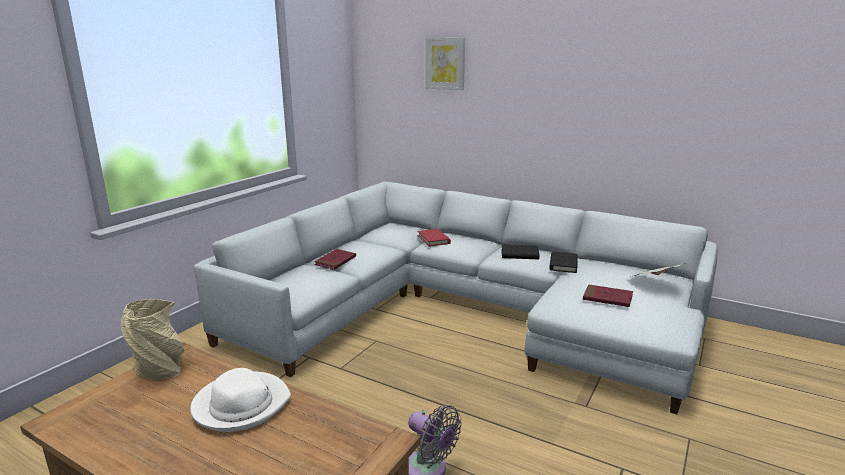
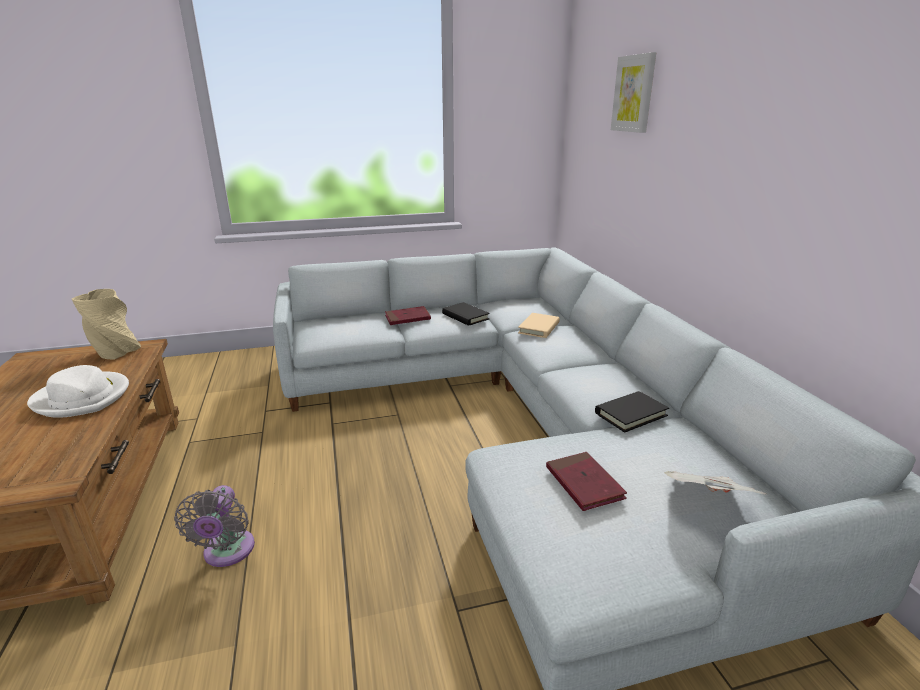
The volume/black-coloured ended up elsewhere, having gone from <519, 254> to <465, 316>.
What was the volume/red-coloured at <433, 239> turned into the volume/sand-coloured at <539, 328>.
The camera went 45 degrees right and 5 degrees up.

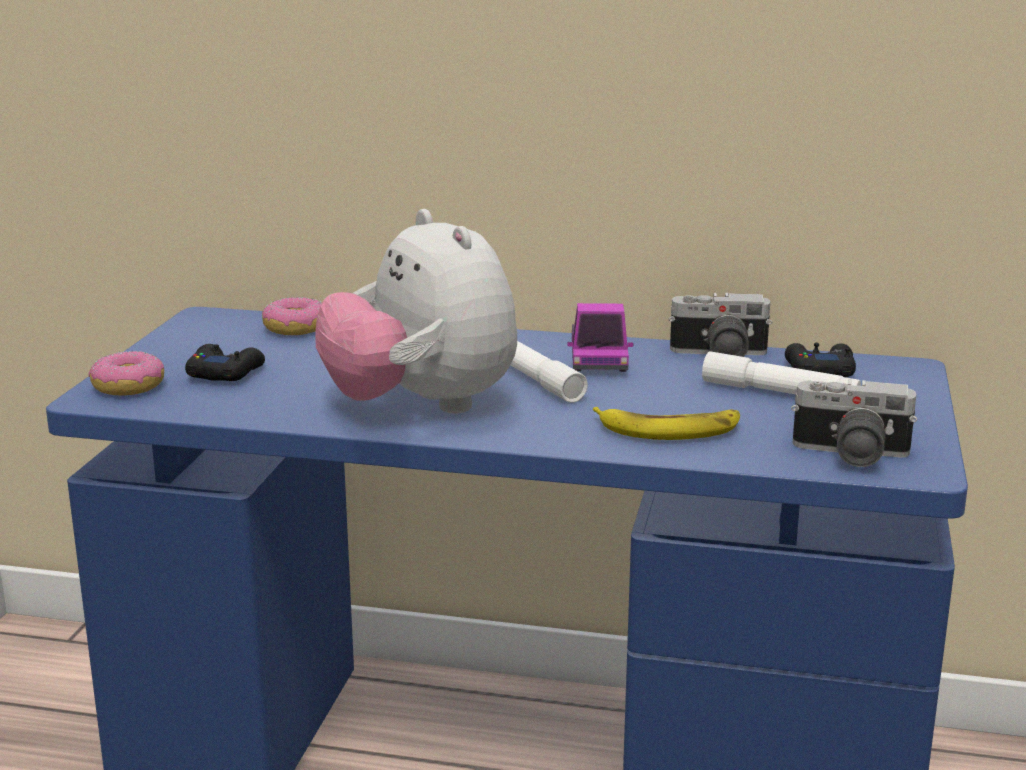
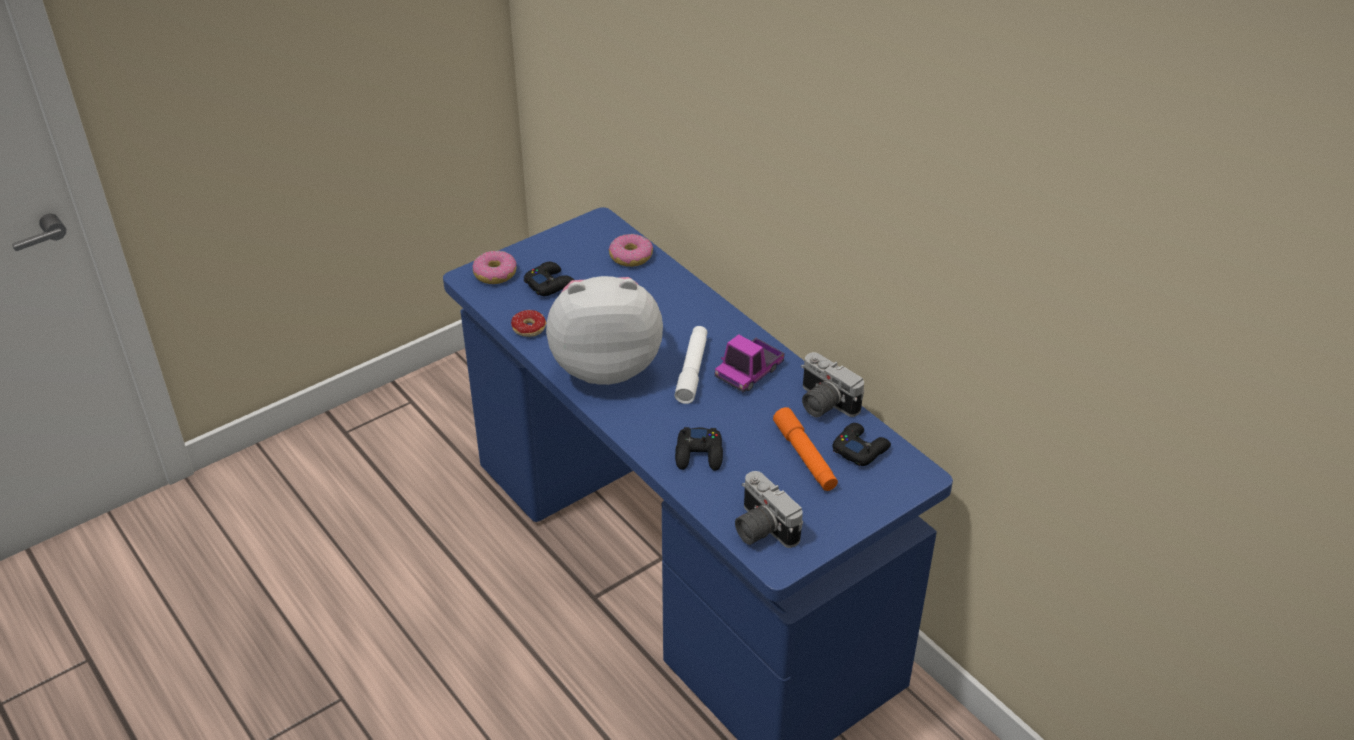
The second view gained the doughnut at <525, 332>.
Where the banana fruit stood at <669, 430>, the joypad/black-coloured came to stand at <699, 454>.
What was the flashlight/white at <779, 393> turned into the flashlight/orange at <805, 456>.
The cuddly toy at <421, 406> ended up facing another way, 75 degrees clockwise from before.
The camera went 40 degrees right and 20 degrees up.

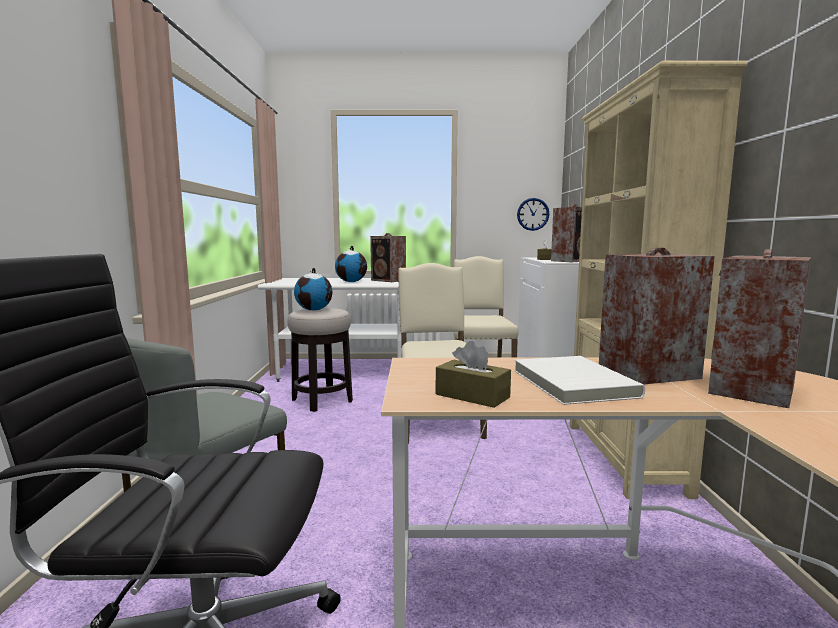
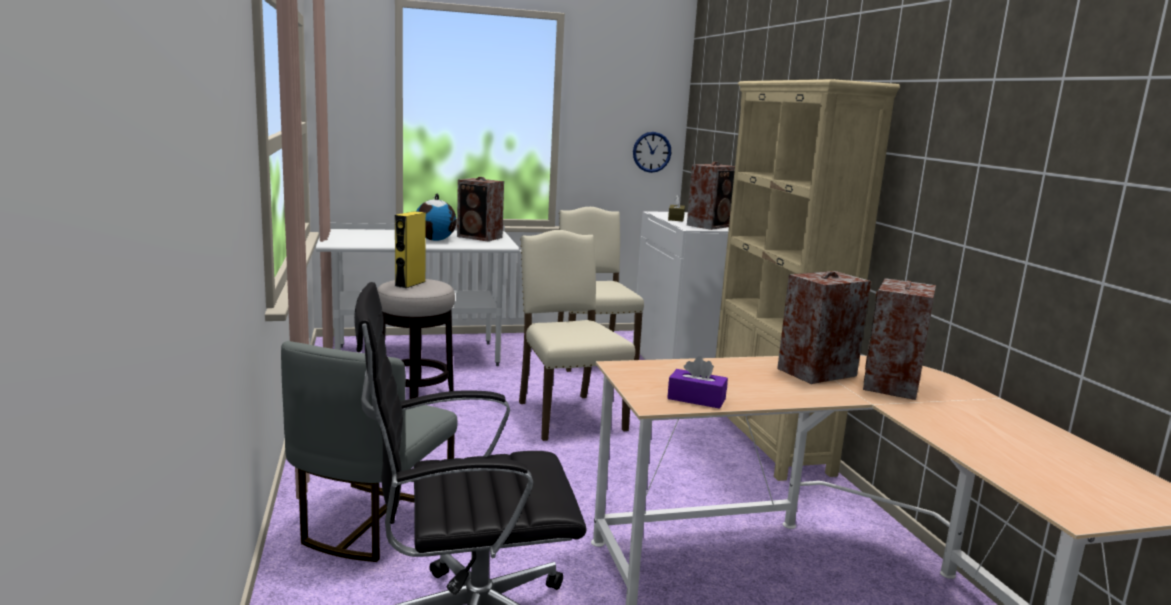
The second view lost the volume/white at <571, 383>.
Where the desk globe stood at <314, 310>, the loudspeaker/yellow-coloured came to stand at <410, 284>.
What was the tissue box/brown-coloured at <472, 396> turned into the tissue box/purple at <696, 399>.
The camera went 15 degrees left and 5 degrees up.

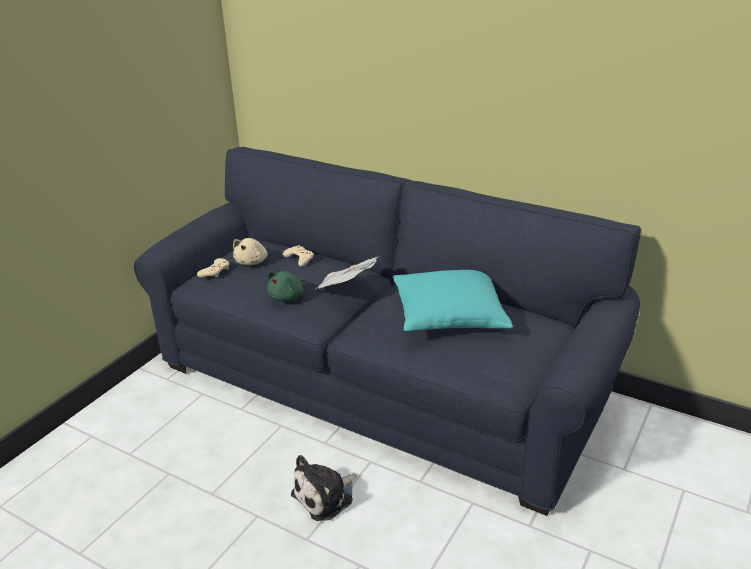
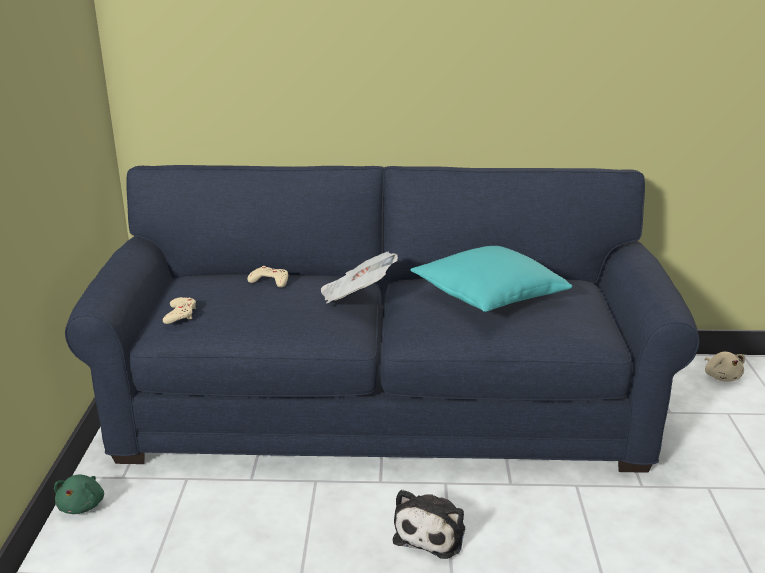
The cuddly toy/sand-coloured ended up elsewhere, having gone from <252, 262> to <721, 377>.
The cuddly toy/greenish ended up elsewhere, having gone from <287, 297> to <83, 505>.
The camera went 30 degrees left and 5 degrees down.

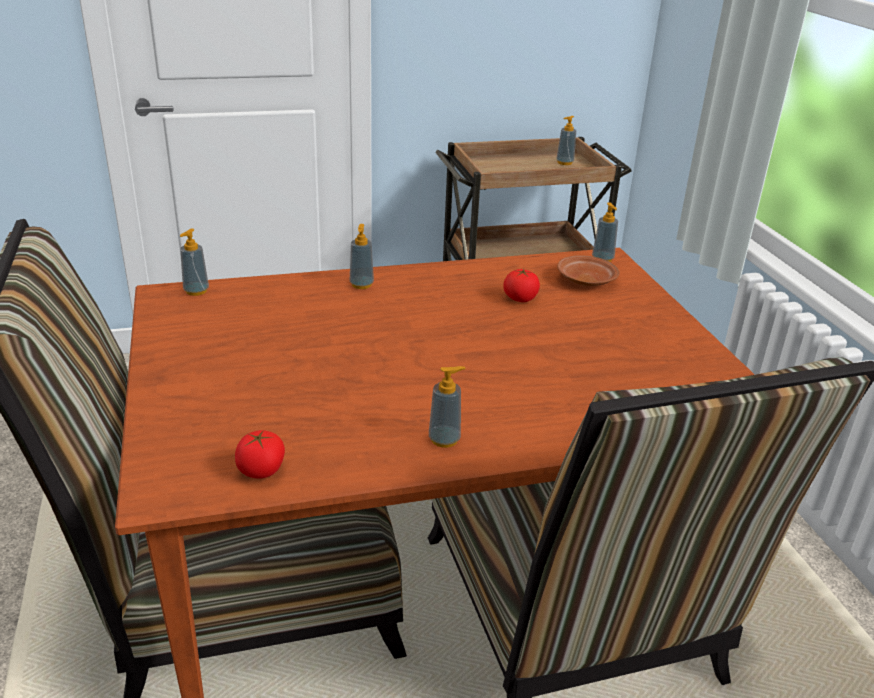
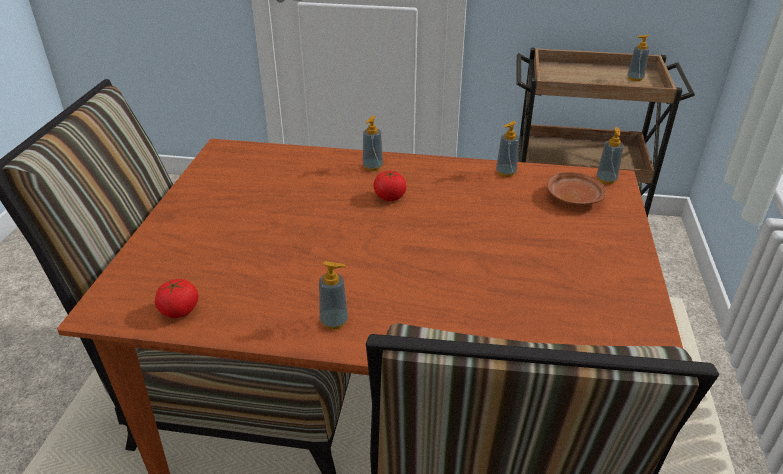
The liquid soap bottle ended up elsewhere, having gone from <196, 291> to <505, 172>.
The whole tomato ended up elsewhere, having gone from <520, 299> to <389, 197>.
The camera went 25 degrees right and 5 degrees up.

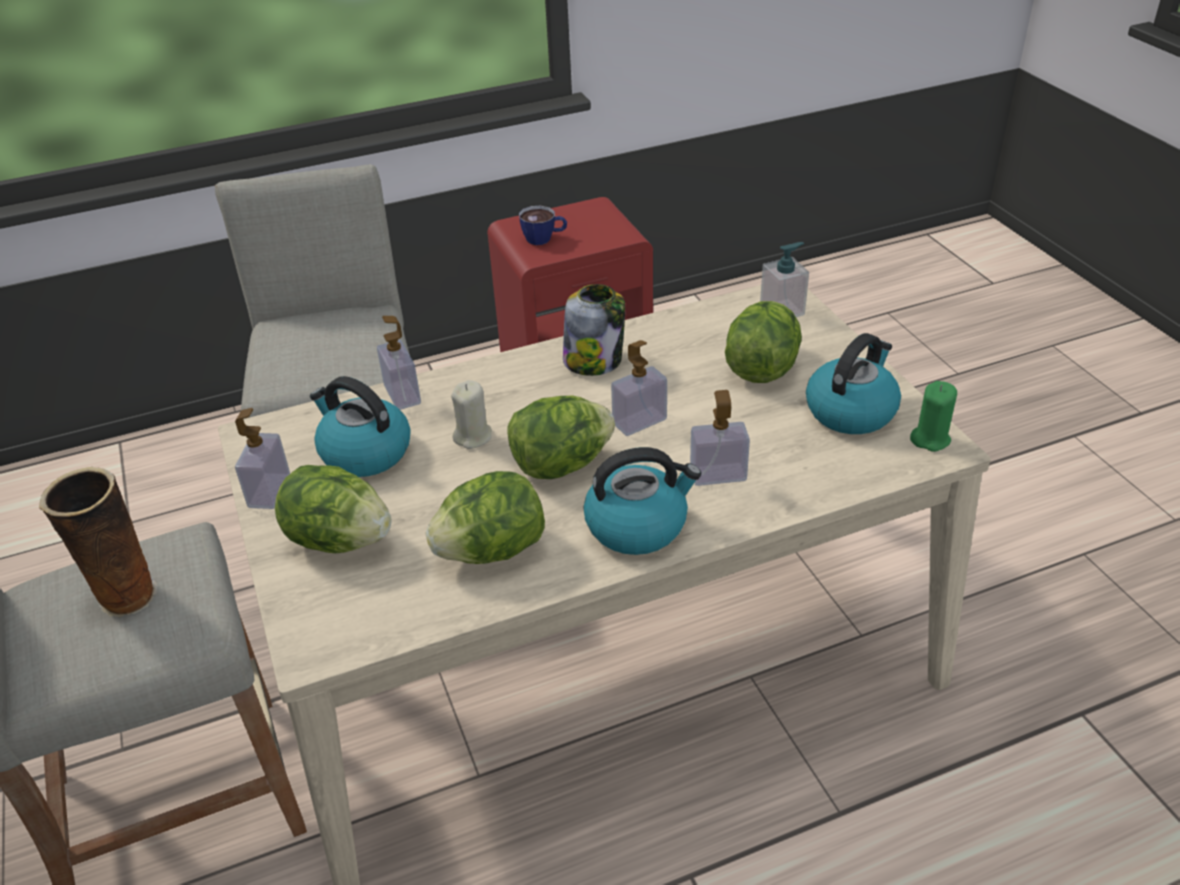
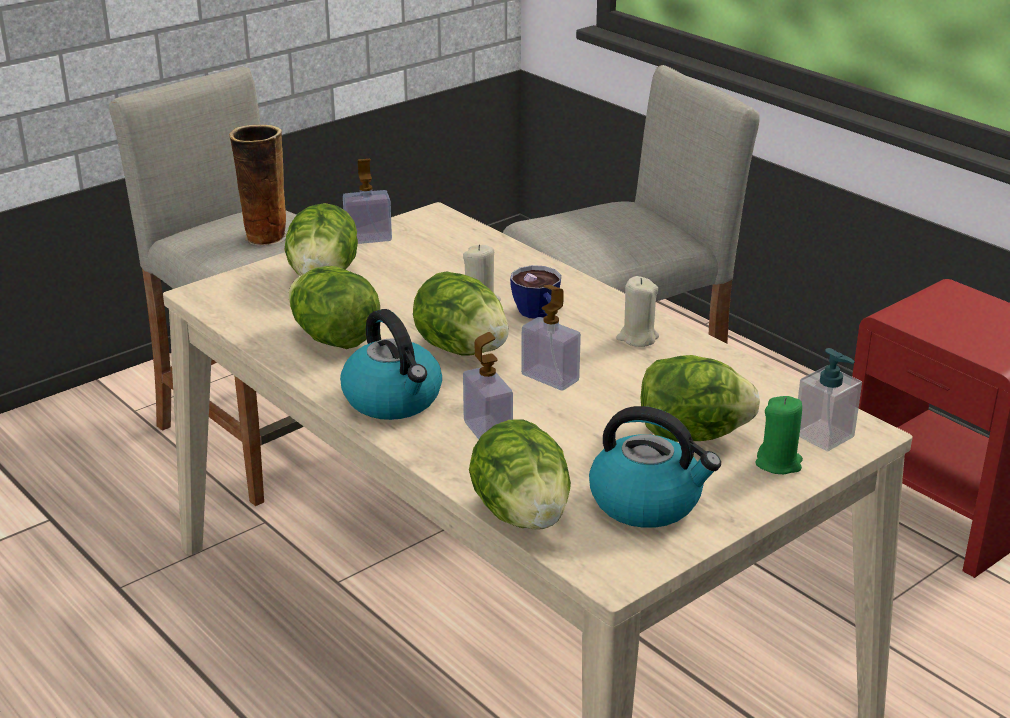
The second view lost the water kettle at <364, 452>.
The second view lost the liquid soap bottle at <402, 395>.
The second view gained the lettuce at <522, 515>.
The small cup ended up elsewhere, having gone from <544, 239> to <538, 315>.
The wax candle/greenish ended up elsewhere, having gone from <930, 439> to <779, 463>.
Where the jar stood at <594, 360>, the wax candle/sand-coloured came to stand at <637, 338>.
The camera went 70 degrees right and 10 degrees down.

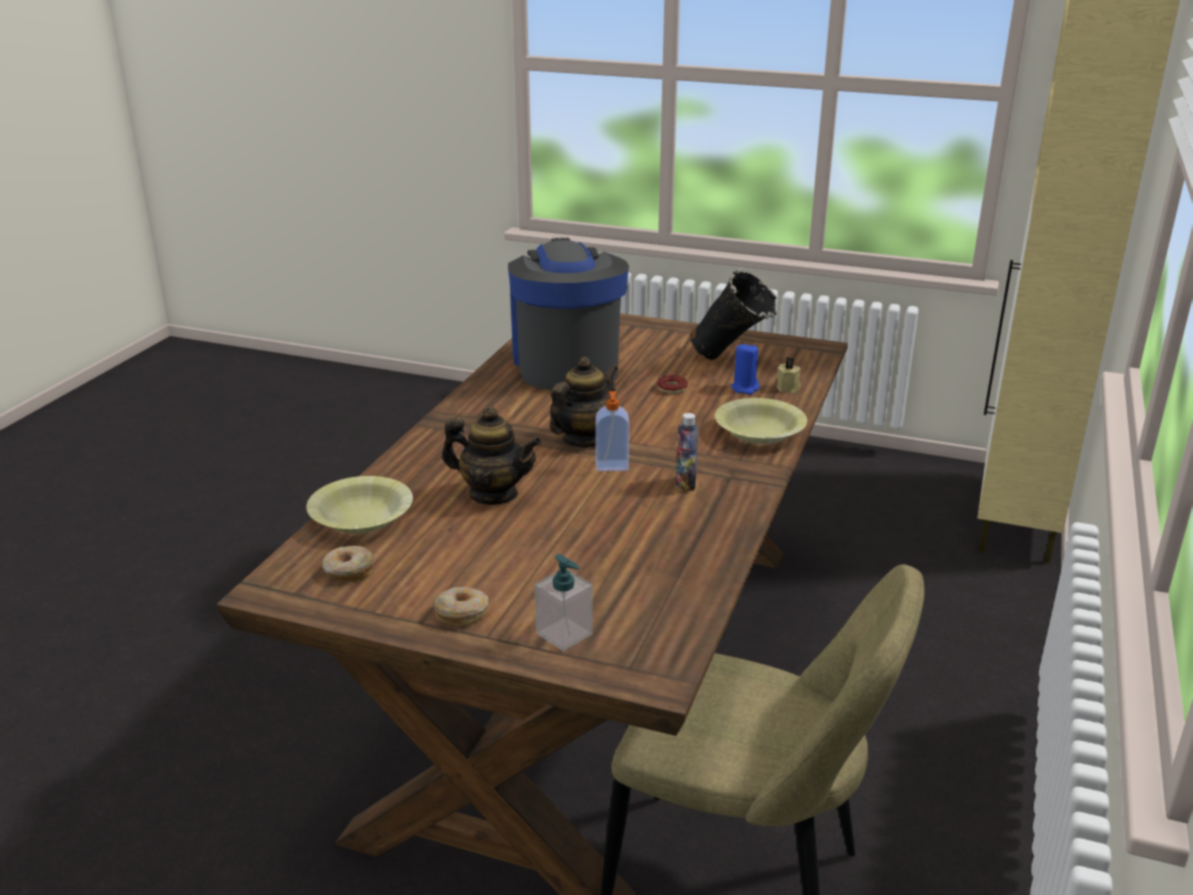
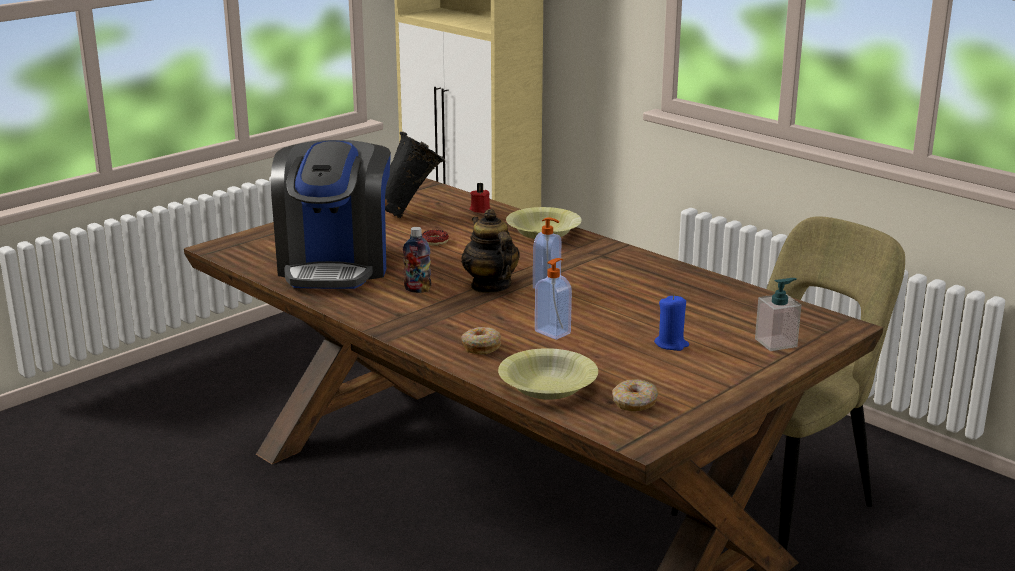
The doughnut ended up elsewhere, having gone from <462, 613> to <481, 347>.
The bottle ended up elsewhere, having gone from <686, 484> to <417, 290>.
The wax candle/blue-coloured ended up elsewhere, having gone from <745, 388> to <671, 344>.
Where the teapot stood at <493, 494>, the liquid soap bottle came to stand at <553, 332>.
What was the wax candle/sand-coloured at <789, 388> turned into the wax candle/red-coloured at <480, 209>.
The coffee maker at <566, 364> ended up facing another way, 105 degrees counterclockwise from before.
The camera went 65 degrees left and 5 degrees down.

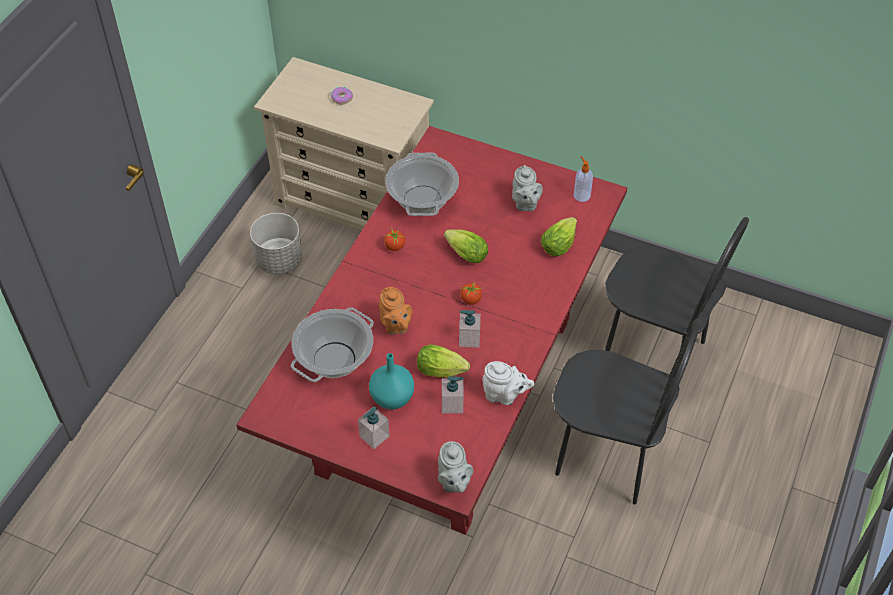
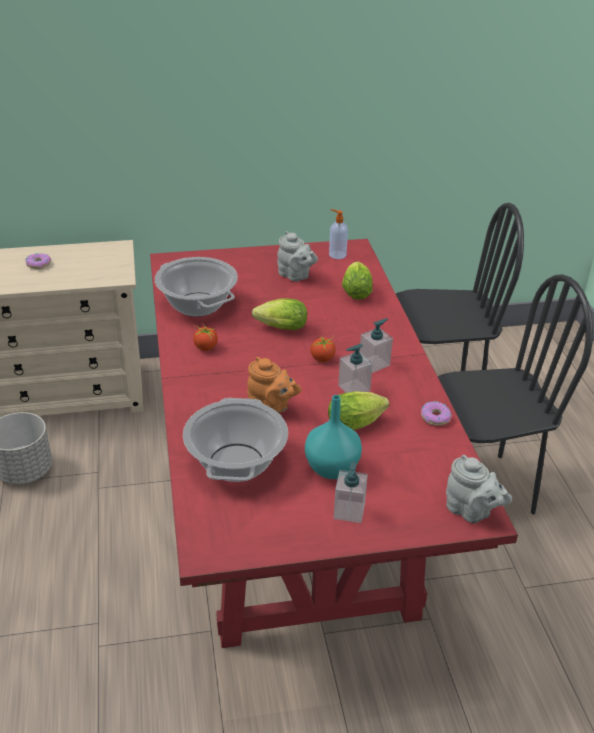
The liquid soap bottle ended up elsewhere, having gone from <452, 404> to <374, 363>.
Where the teapot/white stood at <504, 395>, the doughnut came to stand at <435, 417>.
The camera went 35 degrees left and 15 degrees down.

